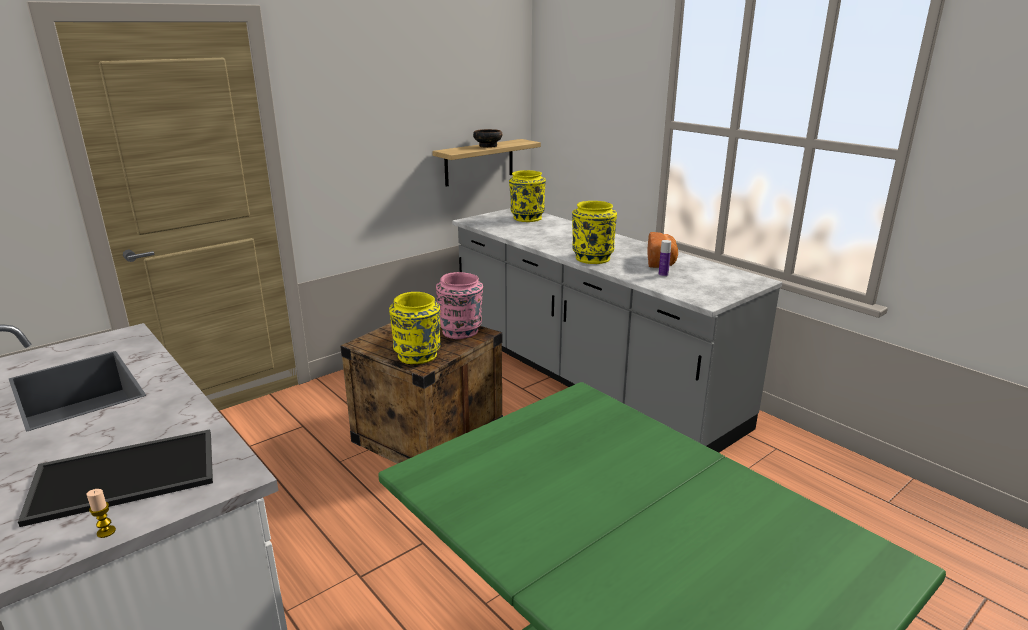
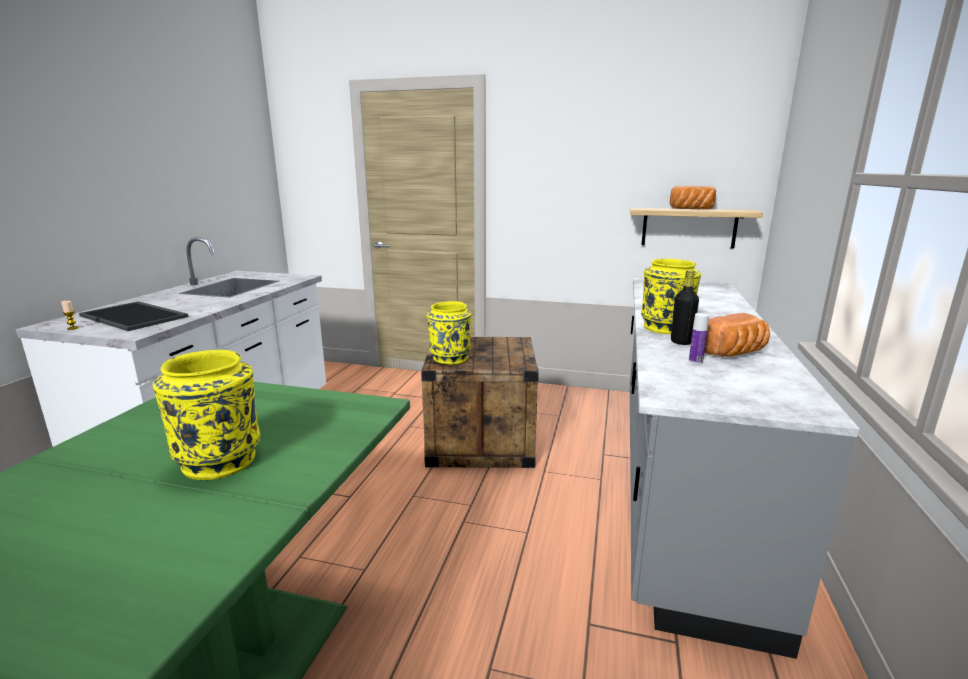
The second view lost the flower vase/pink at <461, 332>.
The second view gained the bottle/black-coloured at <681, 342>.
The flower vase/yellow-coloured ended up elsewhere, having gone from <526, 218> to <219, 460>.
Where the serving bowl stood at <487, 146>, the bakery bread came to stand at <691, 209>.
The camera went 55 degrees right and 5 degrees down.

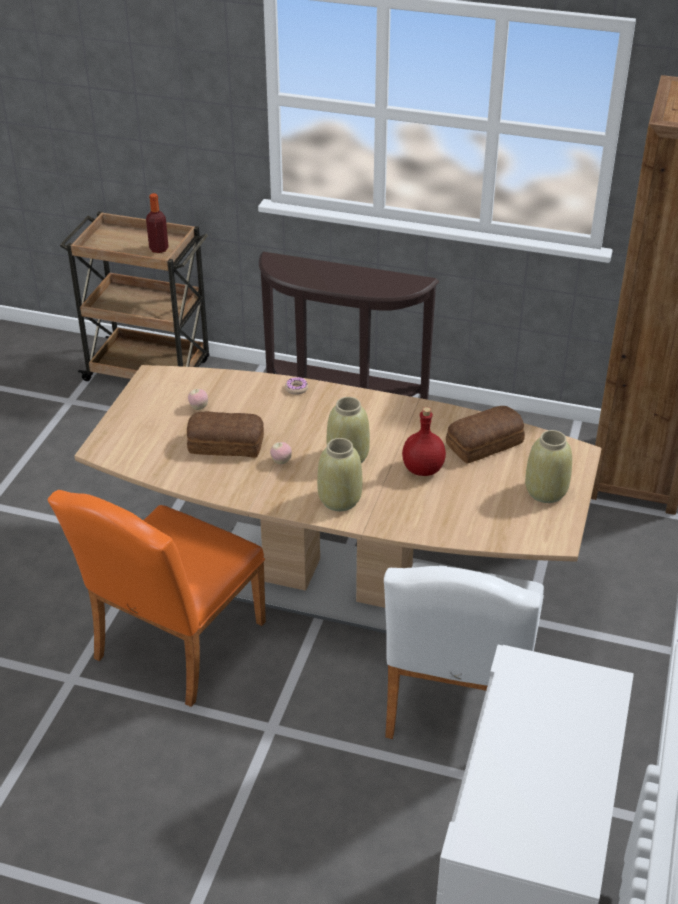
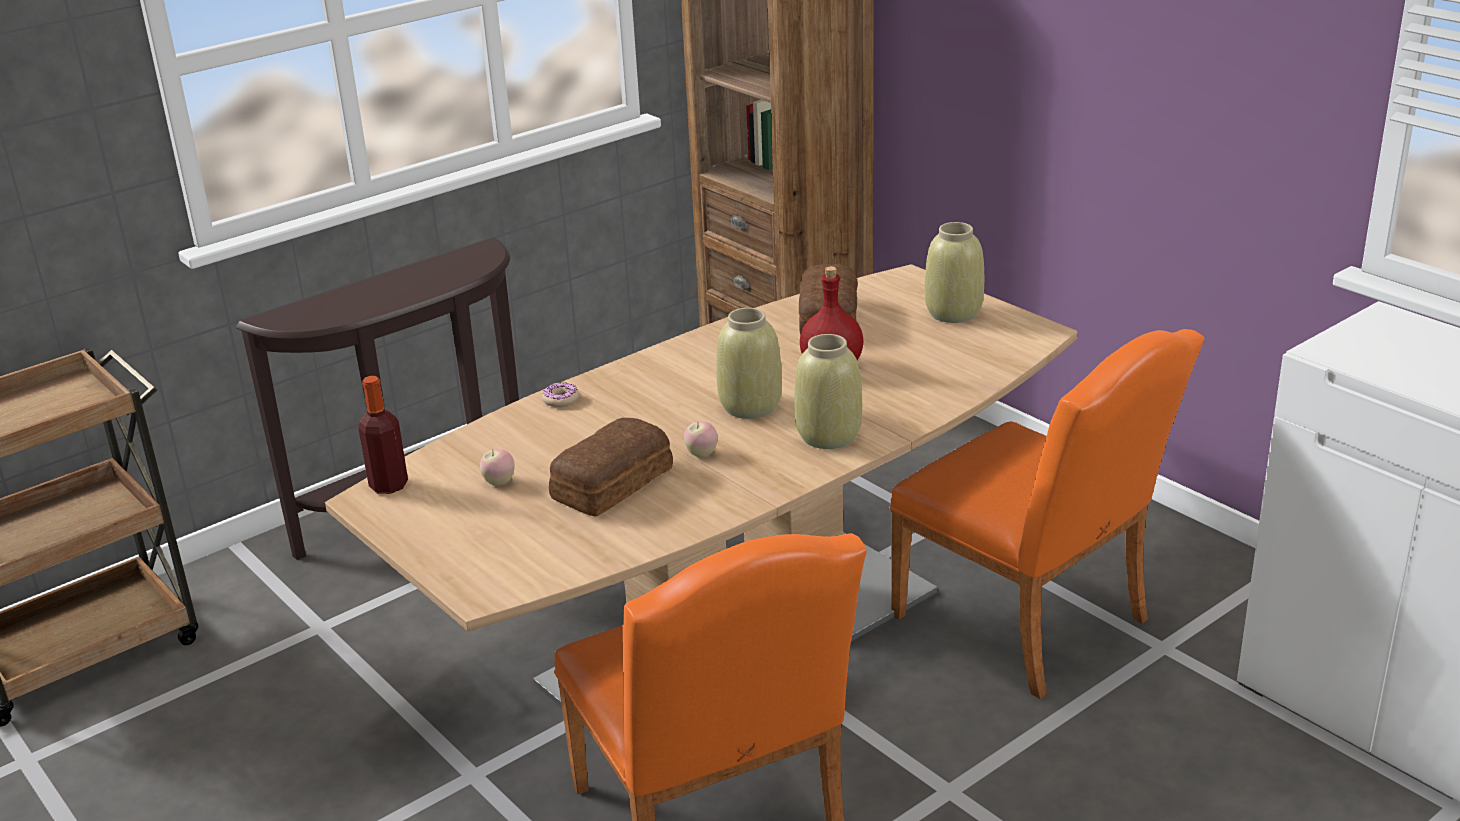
The bottle ended up elsewhere, having gone from <159, 249> to <388, 485>.
What was the upright chair/white at <457, 706> turned into the upright chair/orange at <1032, 625>.
The camera went 55 degrees left and 10 degrees down.

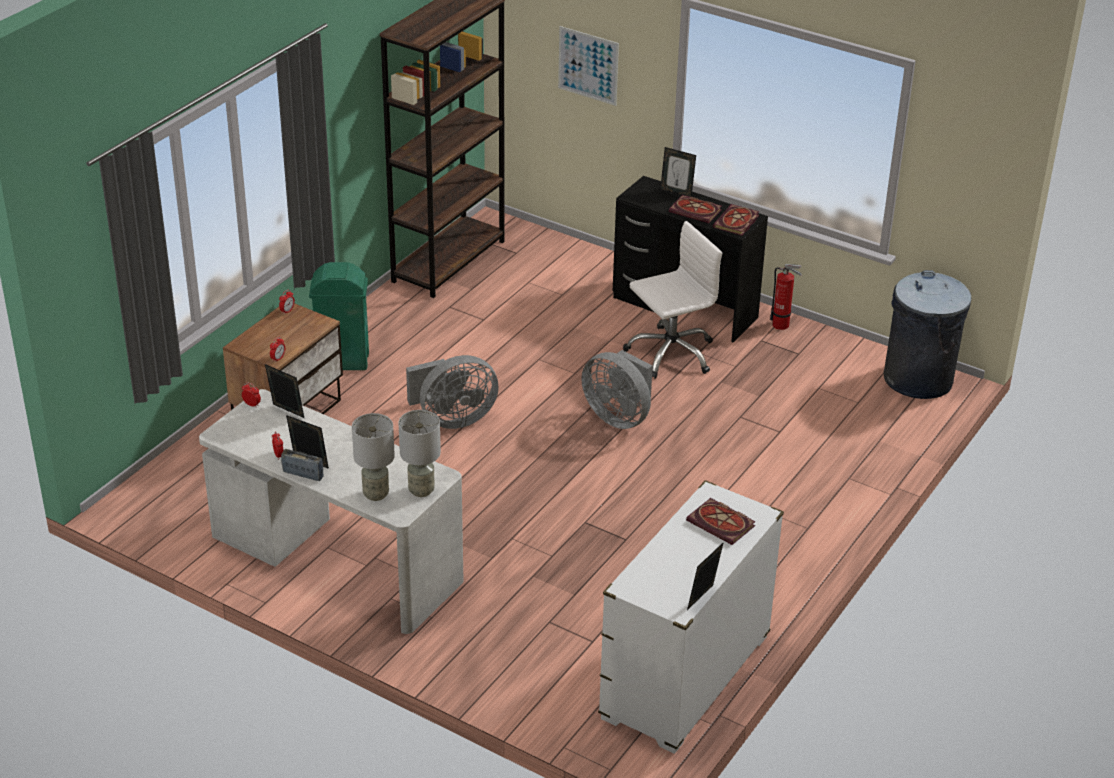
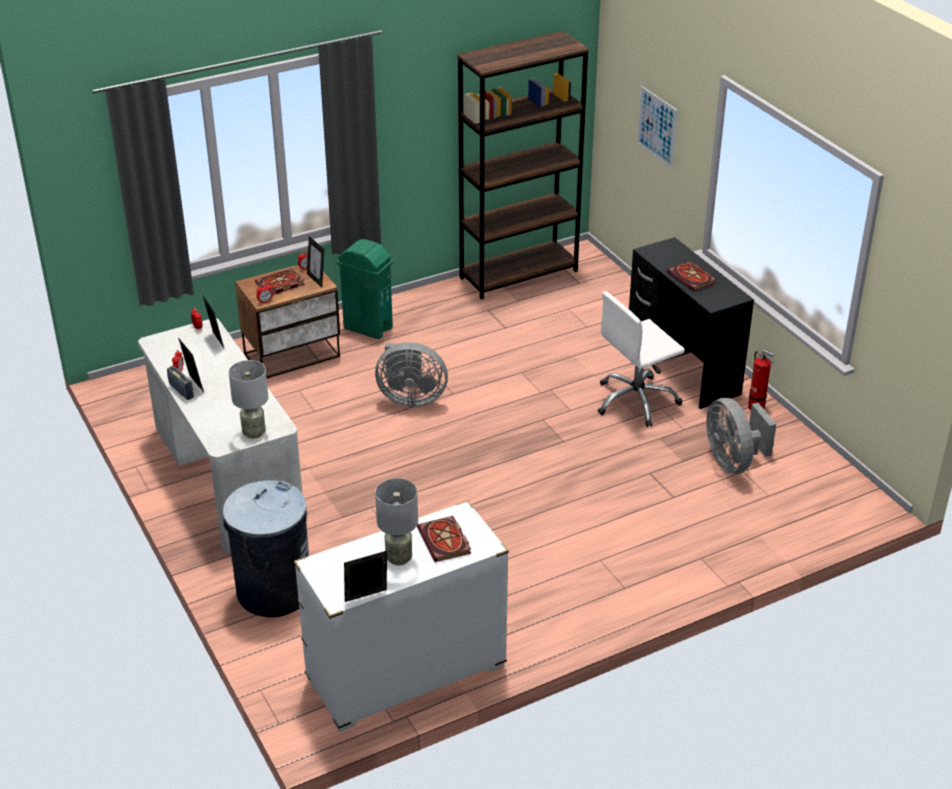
The lamp for a table/gray ended up elsewhere, having gone from <375, 494> to <398, 558>.
The electric fan/gray ended up elsewhere, having gone from <619, 417> to <733, 461>.
The picture frame ended up elsewhere, having gone from <676, 192> to <316, 280>.
The volume ended up elsewhere, having gone from <736, 222> to <279, 284>.
The trash can/gray ended up elsewhere, having gone from <917, 379> to <273, 591>.
The desk chair/white at <670, 353> ended up facing another way, 150 degrees clockwise from before.
The camera went 30 degrees right and 0 degrees up.

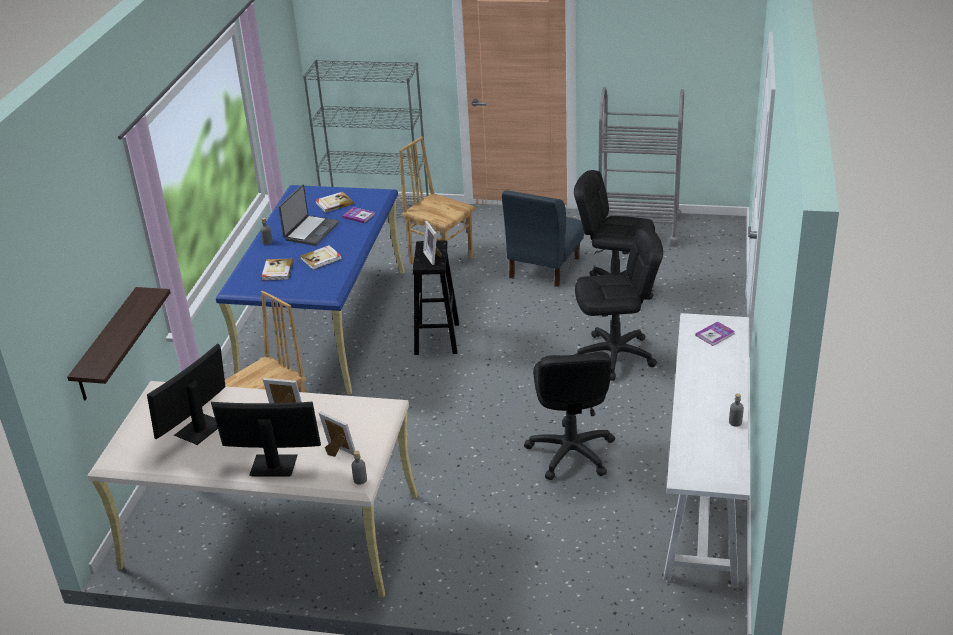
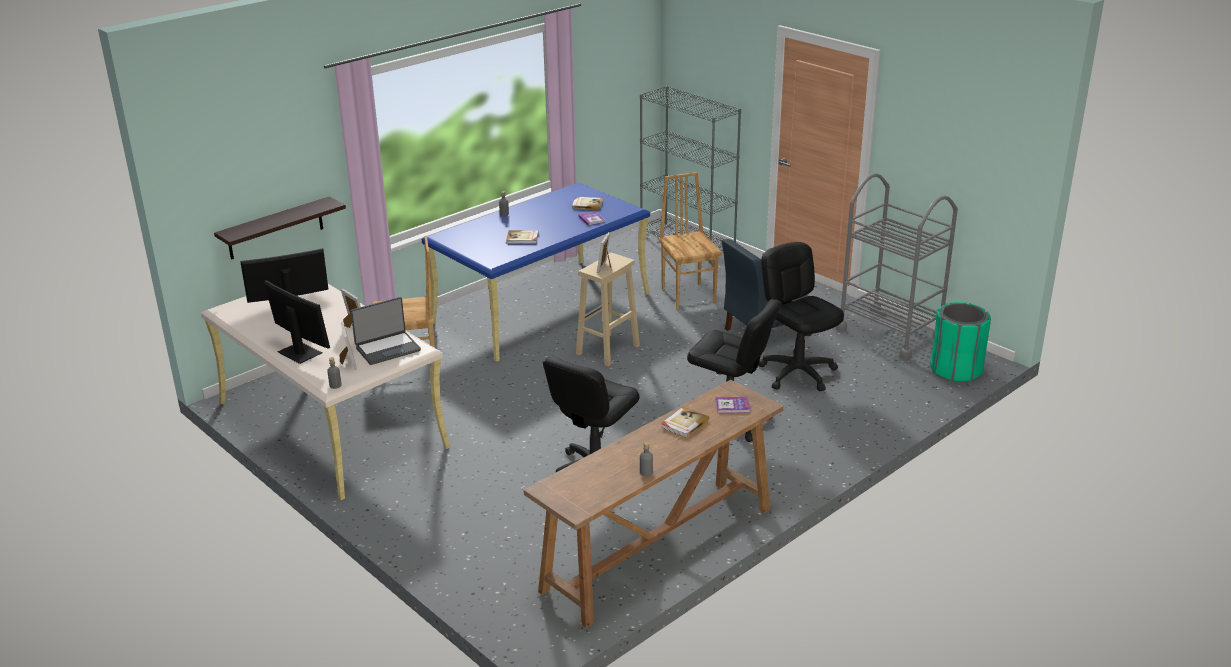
The second view gained the trash can/greenish at <956, 370>.
The volume ended up elsewhere, having gone from <277, 271> to <684, 424>.
The notebook computer ended up elsewhere, having gone from <310, 231> to <387, 349>.
What was the stool/black-coloured at <437, 339> turned into the stool/sand-coloured at <607, 350>.
What was the hall table/white at <704, 492> turned into the hall table/brown-coloured at <658, 550>.
The camera went 35 degrees right and 5 degrees down.

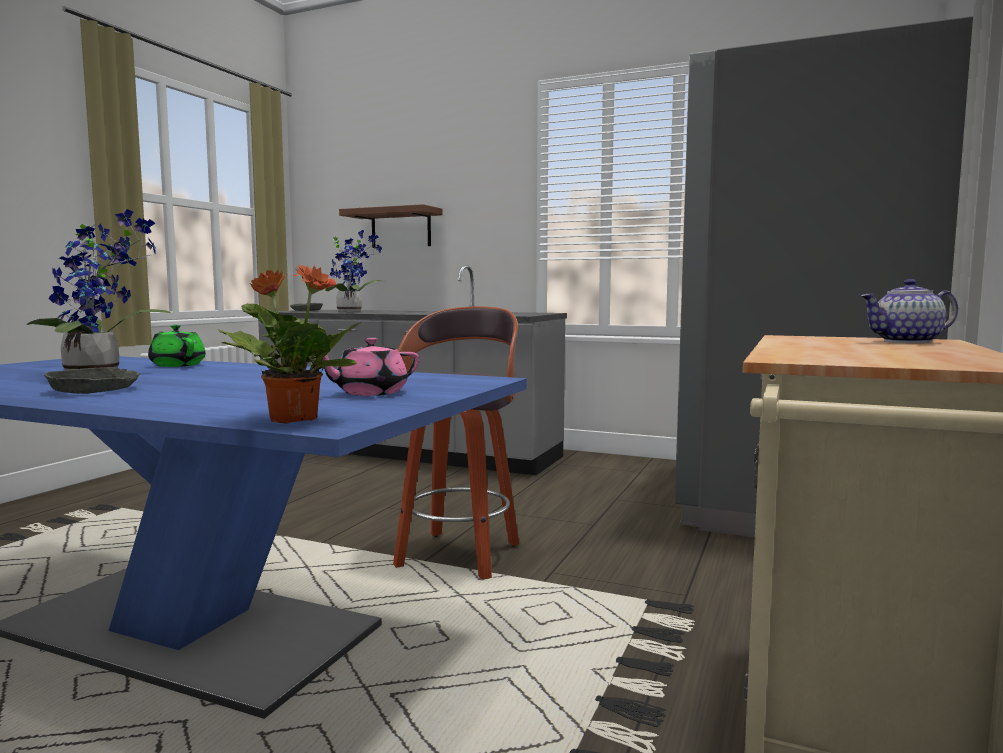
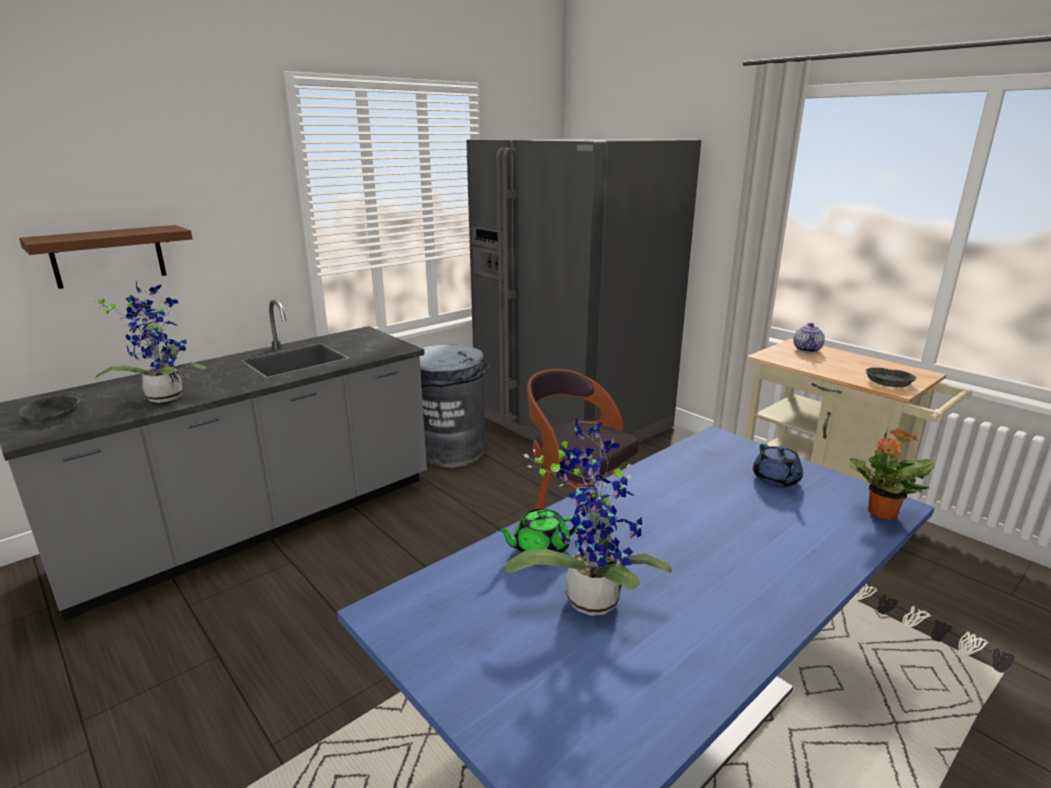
The second view gained the trash can/gray at <452, 451>.
The serving bowl/gray ended up elsewhere, having gone from <94, 390> to <888, 382>.
What was the teapot/pink at <369, 393> turned into the teapot/blue-coloured at <776, 480>.
The camera went 65 degrees left and 15 degrees up.

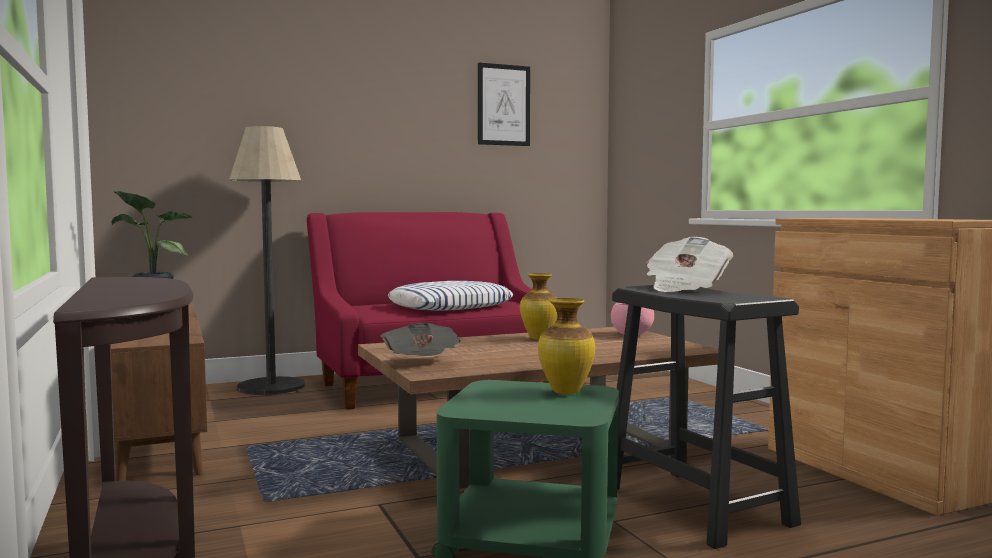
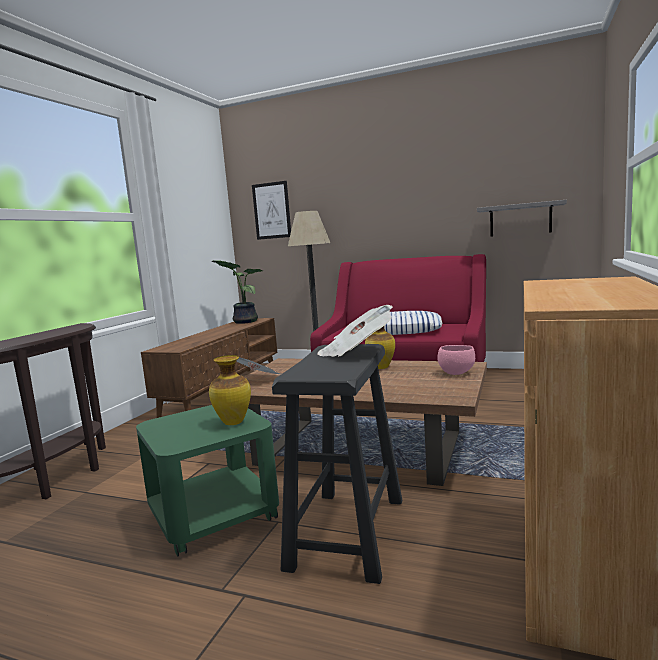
The second view gained the bracket shelf/gray at <520, 219>.
The wall art ended up elsewhere, having gone from <503, 105> to <271, 210>.
The camera went 45 degrees right and 5 degrees up.

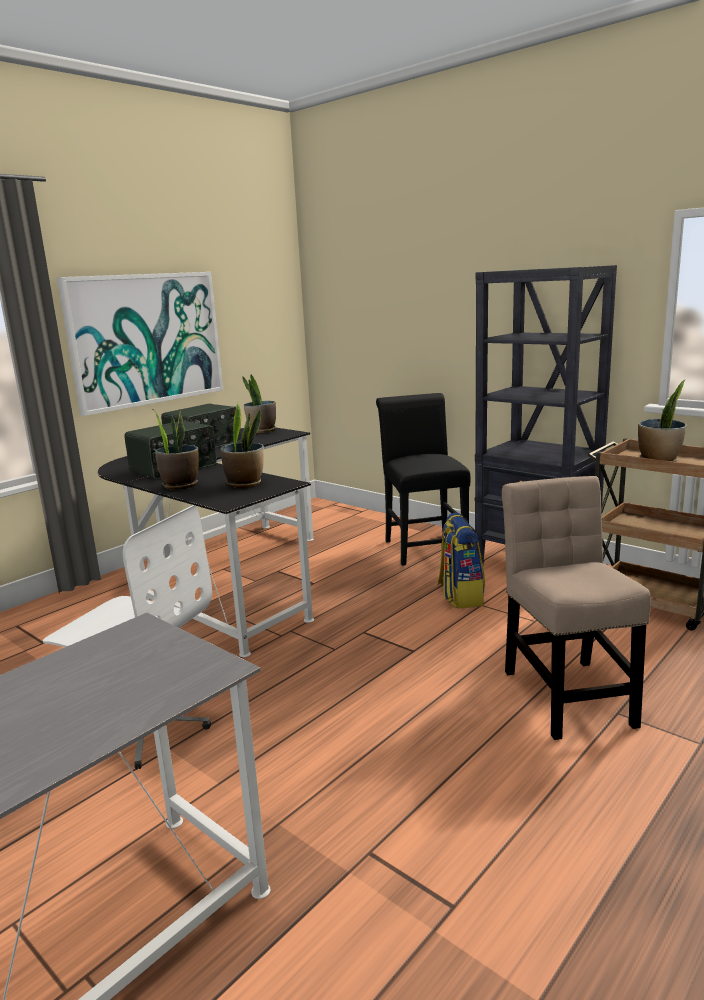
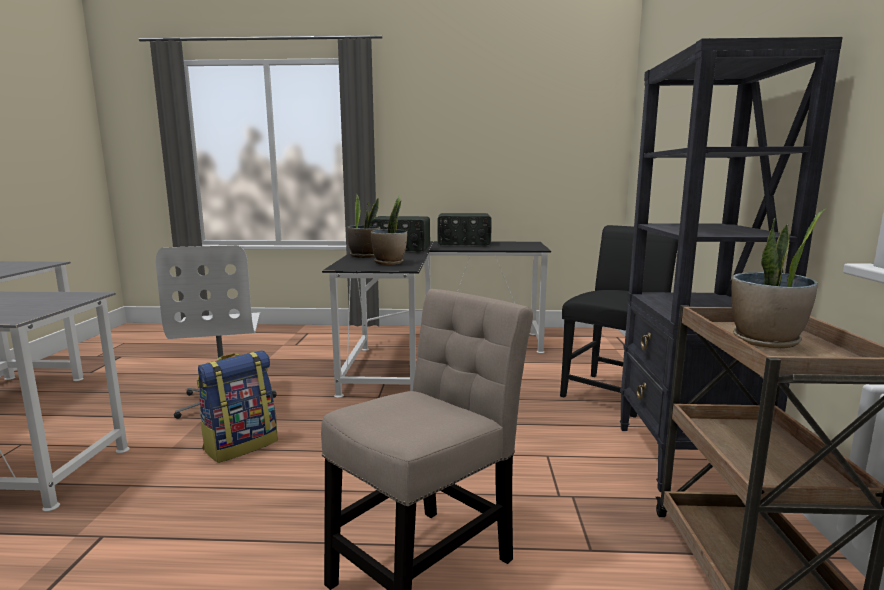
The second view lost the wall art at <146, 339>.
The second view lost the plant in a pot at <262, 431>.
The backpack ended up elsewhere, having gone from <460, 596> to <241, 445>.
The camera went 50 degrees right and 5 degrees down.

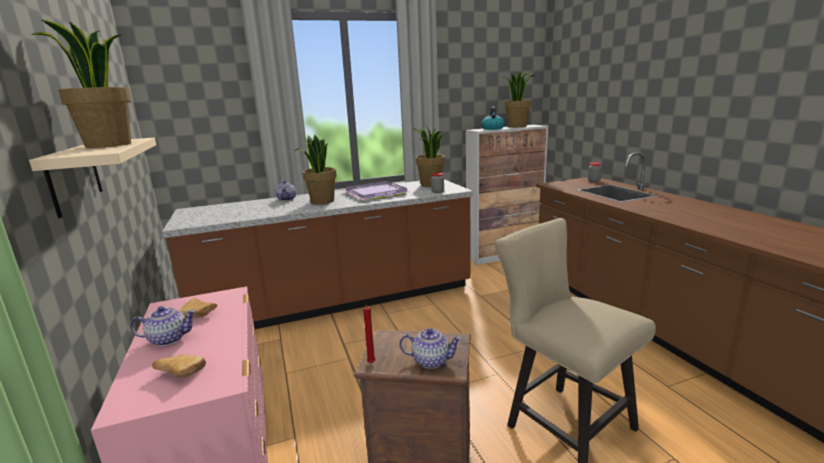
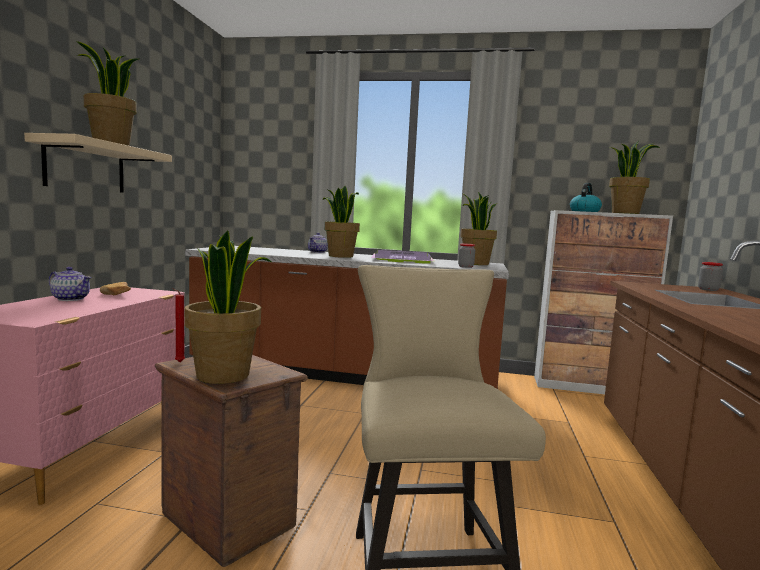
The second view lost the bakery bread at <178, 373>.
Where the teapot stood at <430, 360>, the plant in a pot came to stand at <224, 375>.
The camera went 30 degrees right and 10 degrees down.

